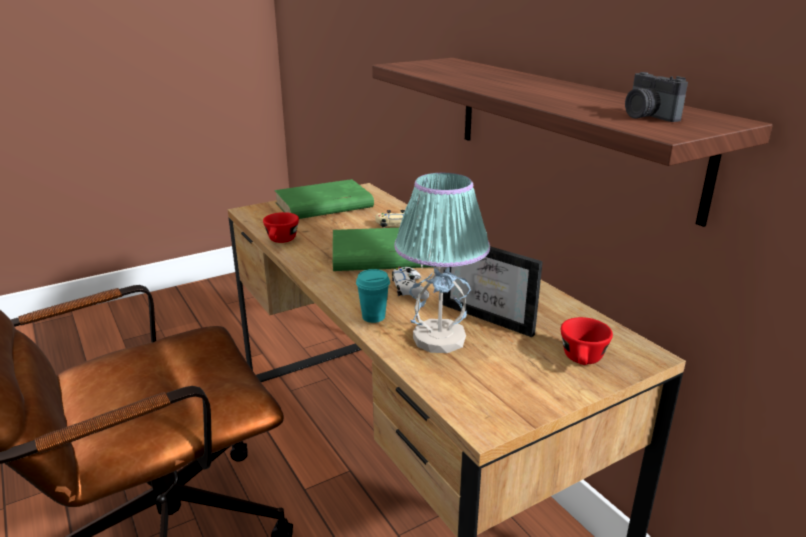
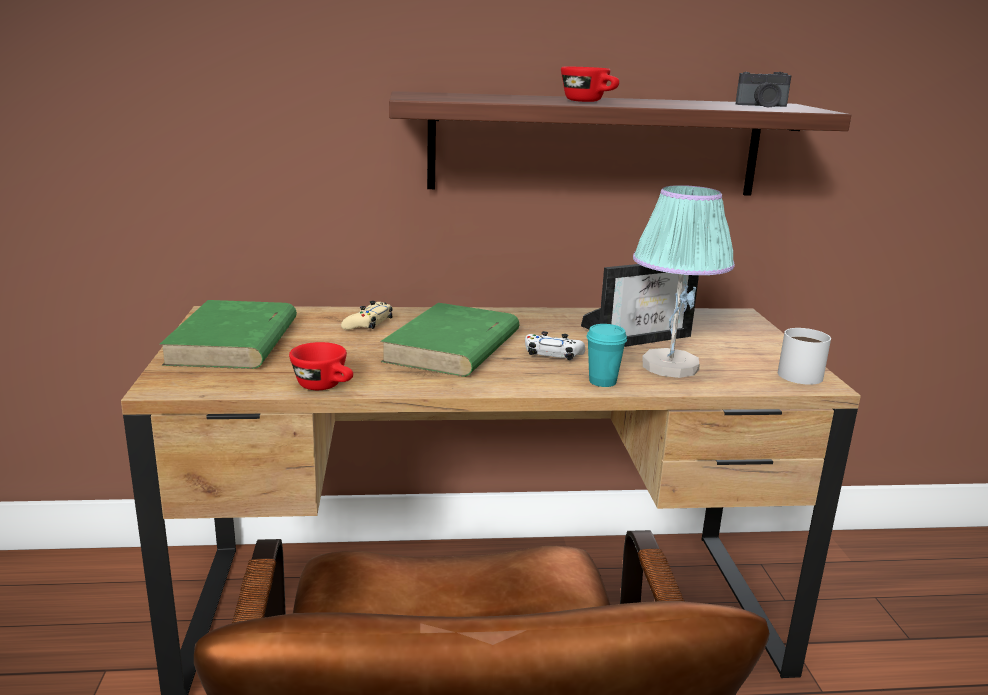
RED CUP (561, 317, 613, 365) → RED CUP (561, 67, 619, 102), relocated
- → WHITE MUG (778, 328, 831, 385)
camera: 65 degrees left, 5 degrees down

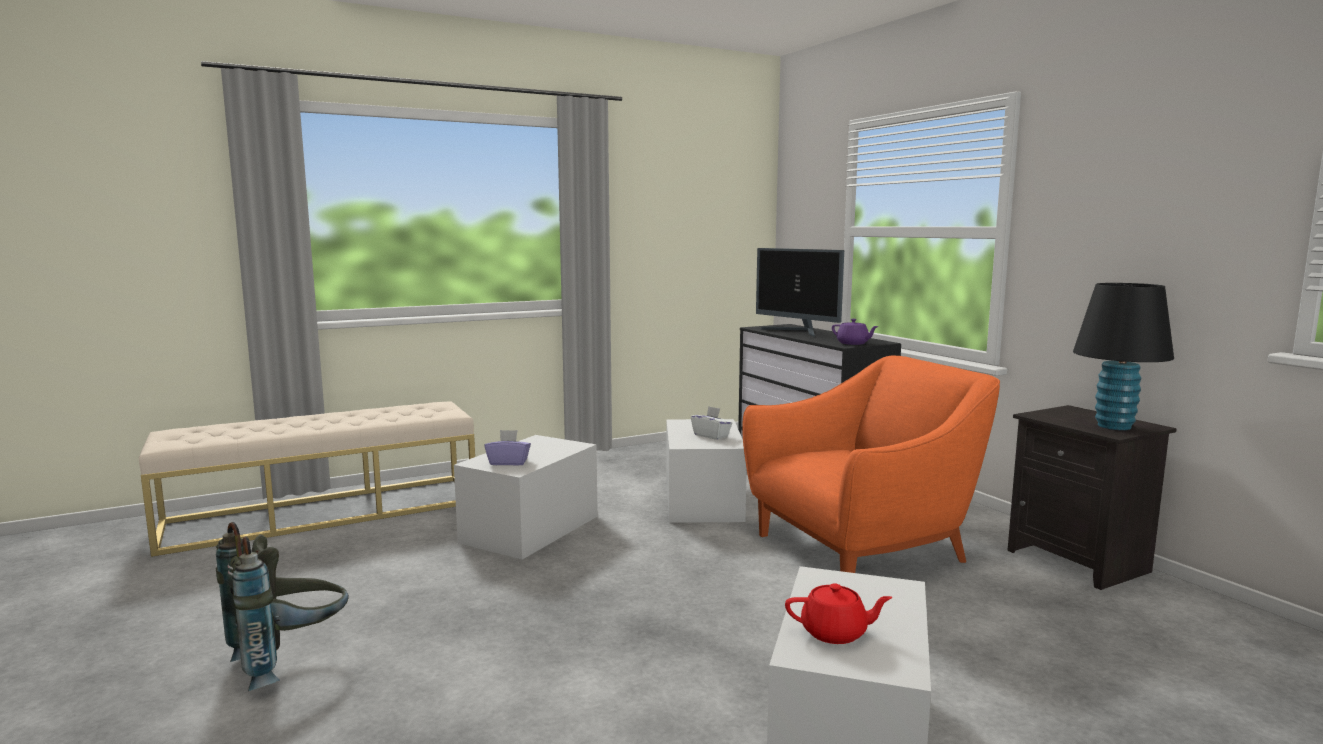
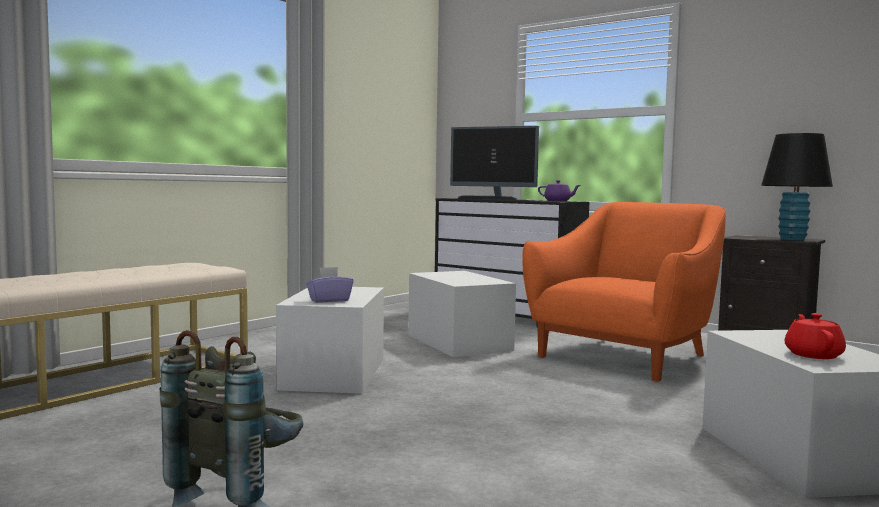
WHITE TISSUE BOX (691, 406, 733, 440) → -
RED TEAPOT (785, 583, 893, 644) → RED TEAPOT (785, 313, 846, 359), 60 degrees counterclockwise
camera: 25 degrees left, 5 degrees down

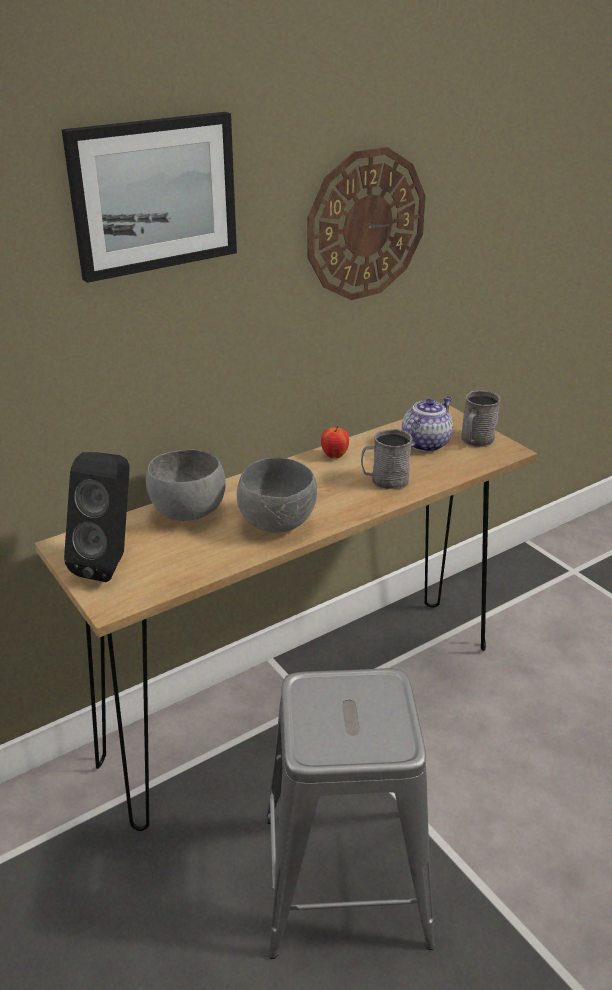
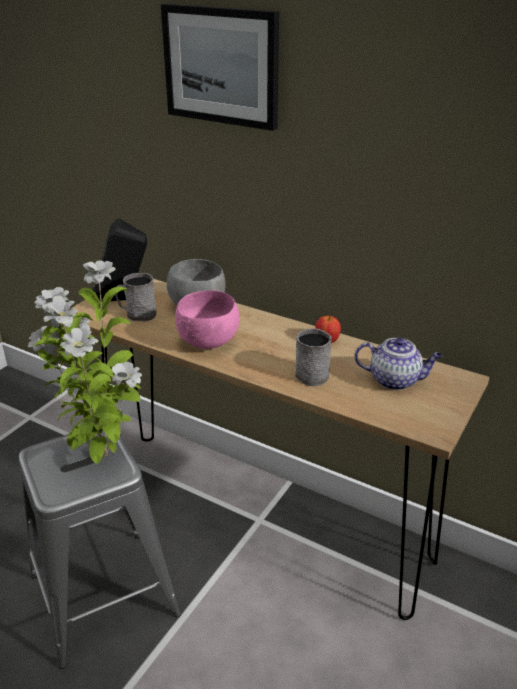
GREY BOWL (237, 457, 317, 533) → PINK BOWL (175, 290, 240, 349)
WALL CLOCK (307, 147, 426, 300) → -
GREY MUG (461, 390, 500, 447) → GREY MUG (115, 273, 157, 321), relocated
- → POTTED PLANT (28, 260, 142, 464)
camera: 65 degrees right, 0 degrees up

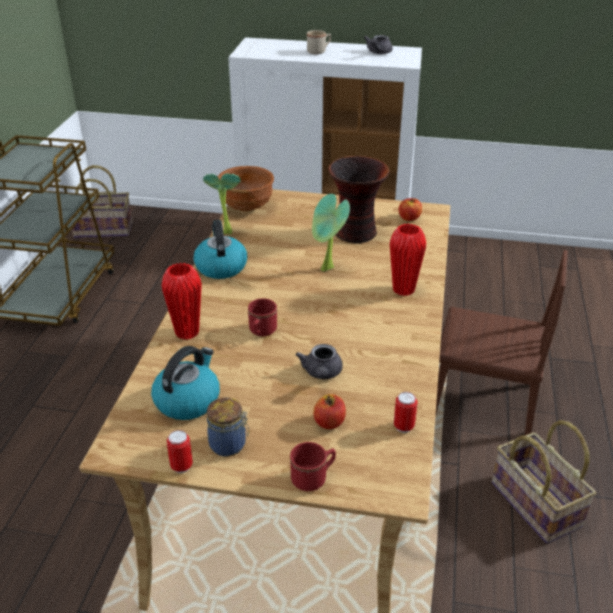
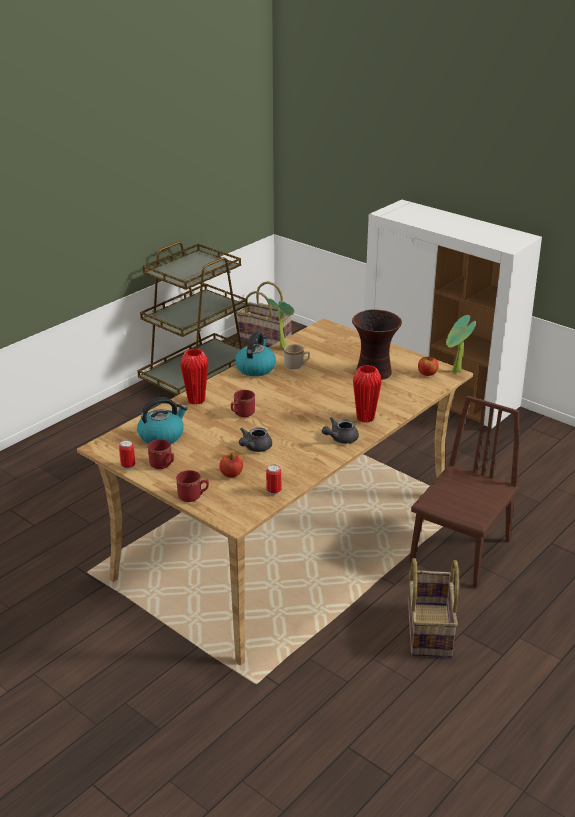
JAR (207, 398, 250, 456) → RED MUG (148, 439, 174, 469)
BROWN BOWL (218, 166, 274, 212) → -
BEIGE MUG (307, 30, 331, 54) → BEIGE MUG (284, 344, 310, 369), relocated
POTTED PLANT (312, 194, 350, 272) → POTTED PLANT (446, 315, 476, 373), relocated
GREY TEAPOT (364, 35, 393, 54) → GREY TEAPOT (322, 417, 359, 444), relocated
BROWN CHAIR (436, 250, 568, 435) → BROWN CHAIR (409, 396, 520, 587), 105 degrees counterclockwise
camera: 30 degrees right, 5 degrees down

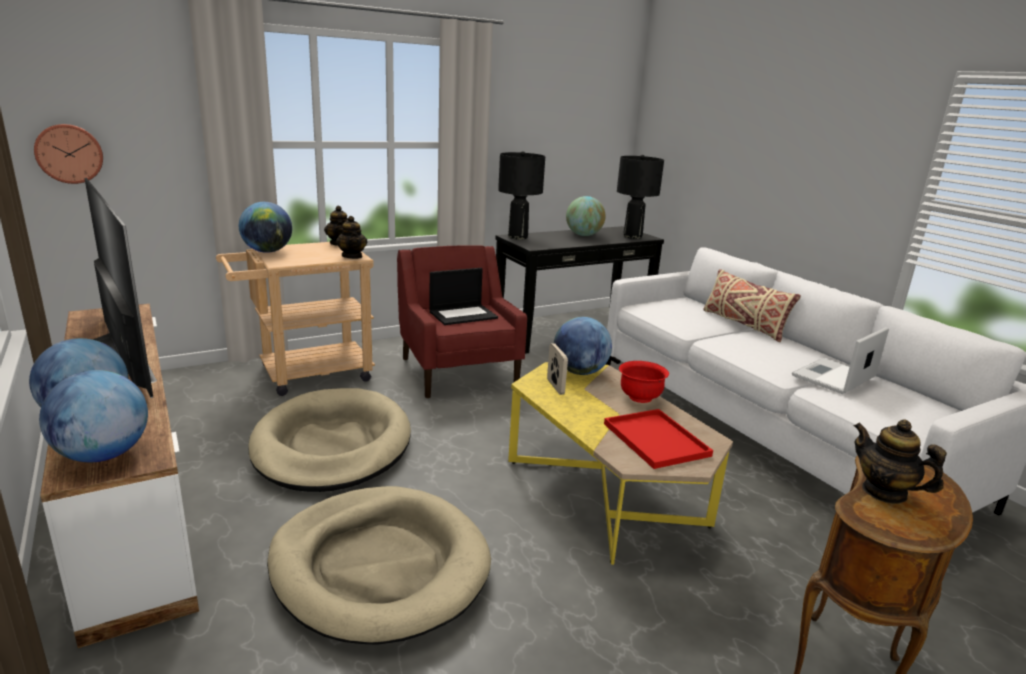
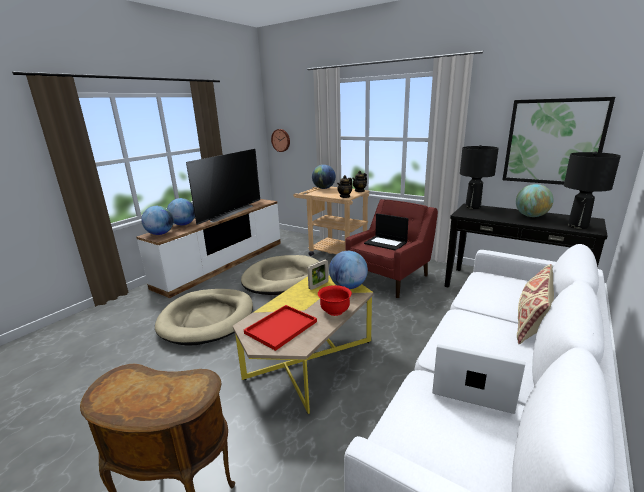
TEAPOT (854, 419, 947, 504) → -
- → PICTURE (503, 97, 615, 185)
camera: 65 degrees right, 0 degrees up

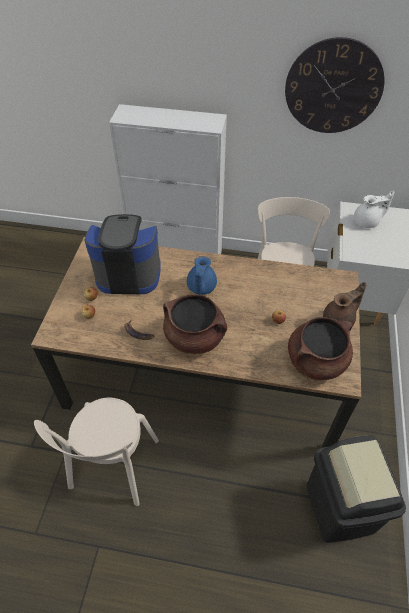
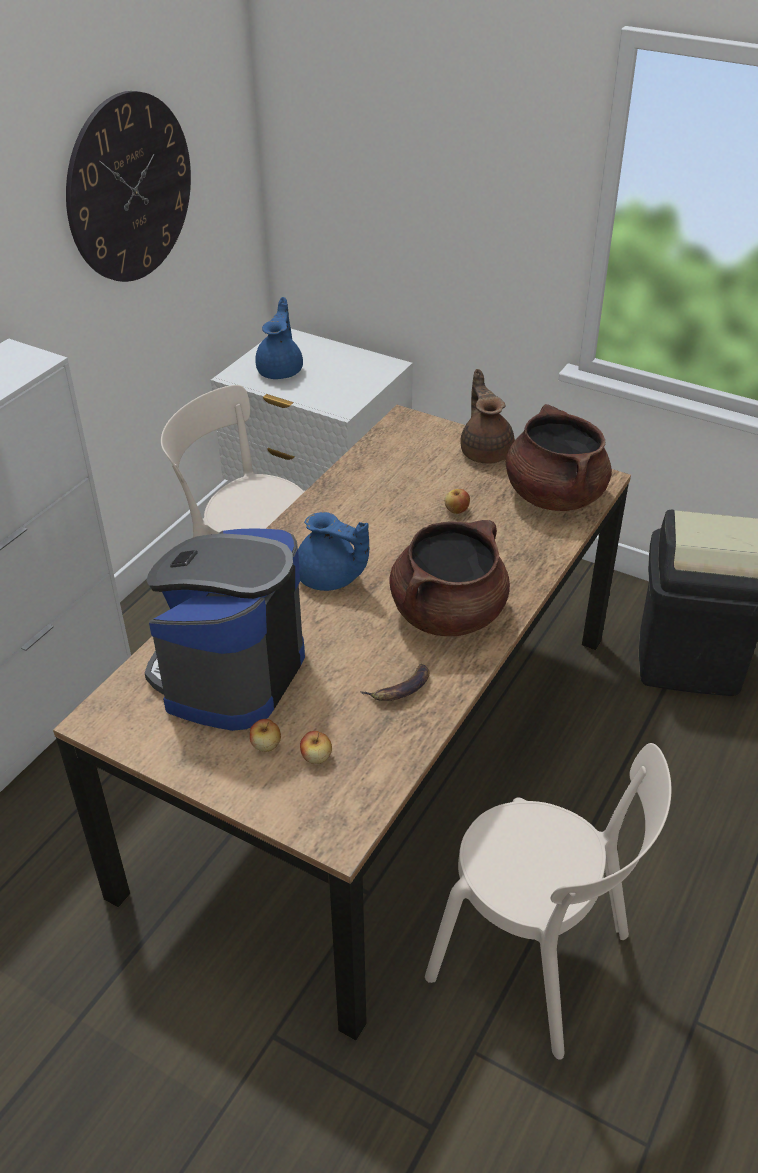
WHITE TEAPOT (354, 191, 395, 228) → BLUE TEAPOT (255, 297, 303, 379)
camera: 70 degrees left, 10 degrees down

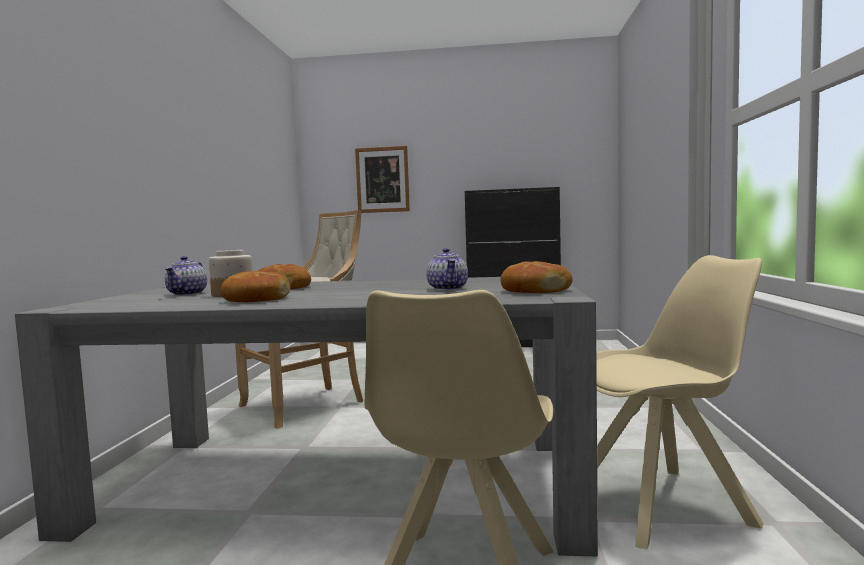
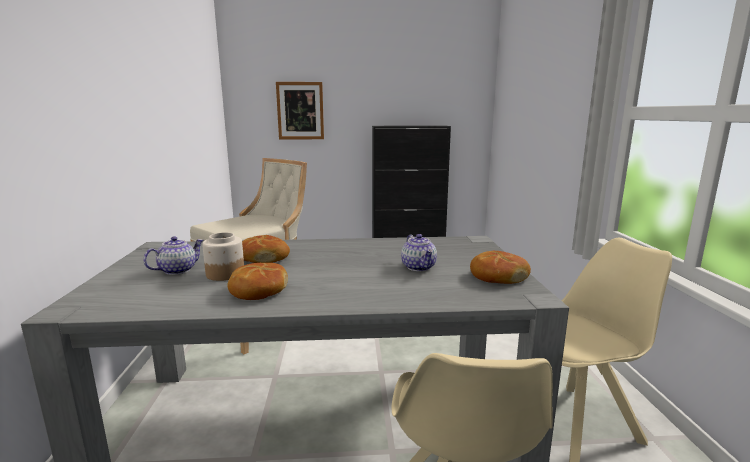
TEAPOT (165, 256, 207, 296) → TEAPOT (143, 236, 204, 275), 135 degrees counterclockwise
camera: 10 degrees left, 10 degrees up

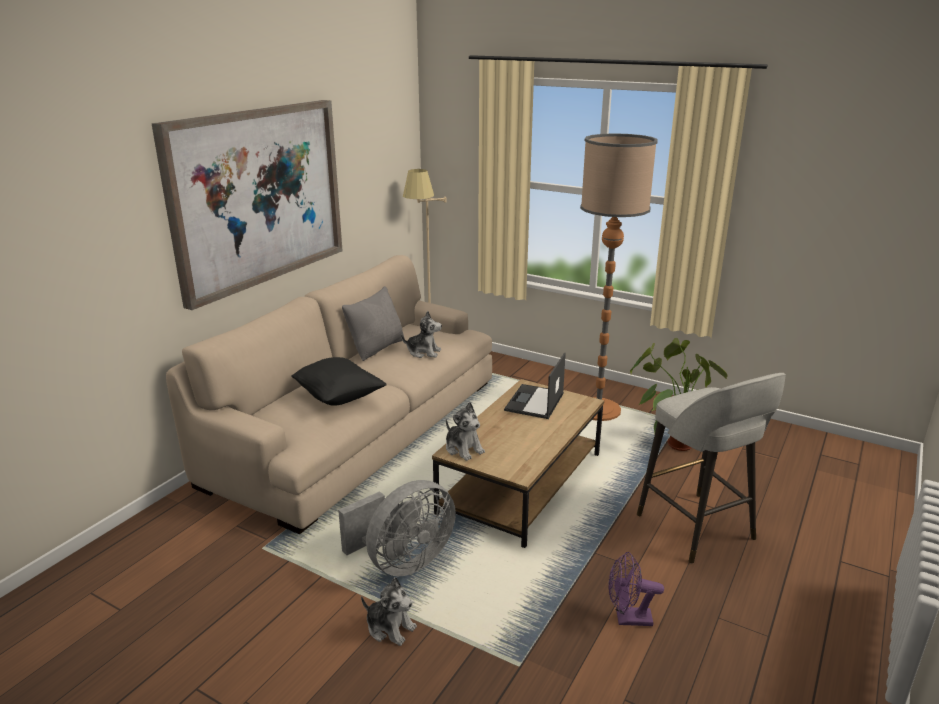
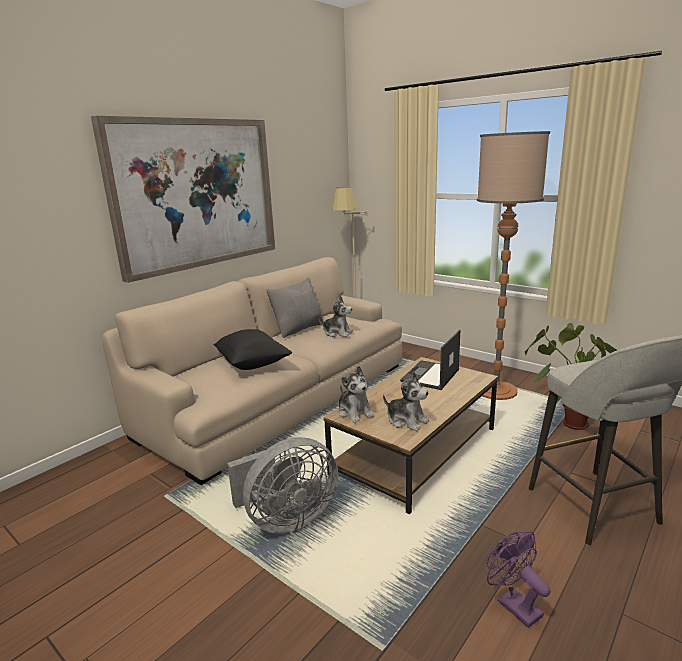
PLUSH TOY (361, 577, 417, 646) → PLUSH TOY (383, 372, 429, 431), relocated
PURPLE FAN (608, 552, 664, 626) → PURPLE FAN (487, 531, 551, 628), 45 degrees clockwise
camera: 10 degrees right, 5 degrees down

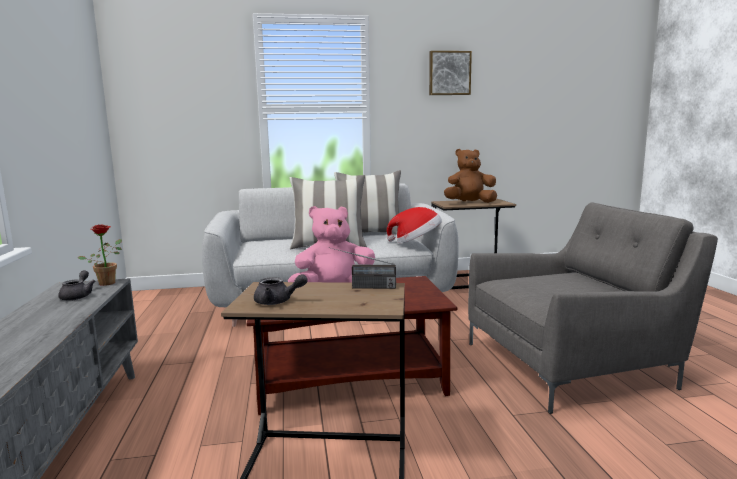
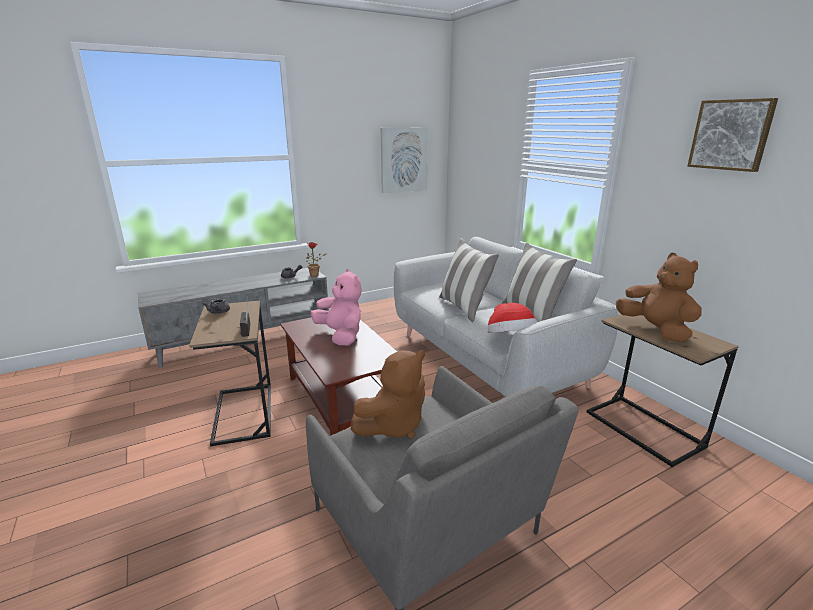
- → BROWN PLUSH TOY (351, 350, 425, 439)
- → PICTURE (381, 128, 428, 193)
camera: 70 degrees right, 10 degrees up

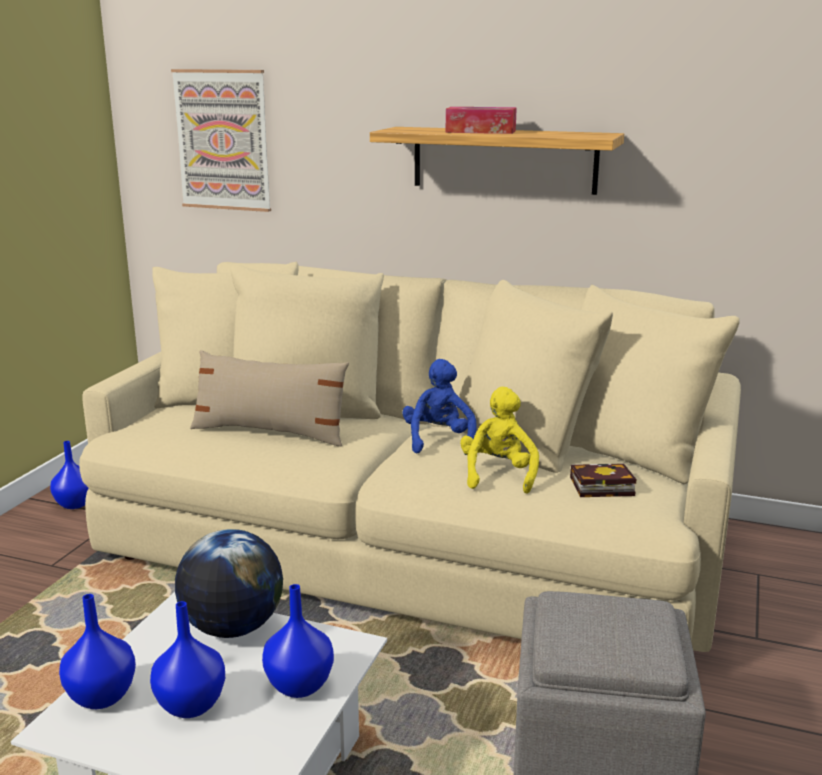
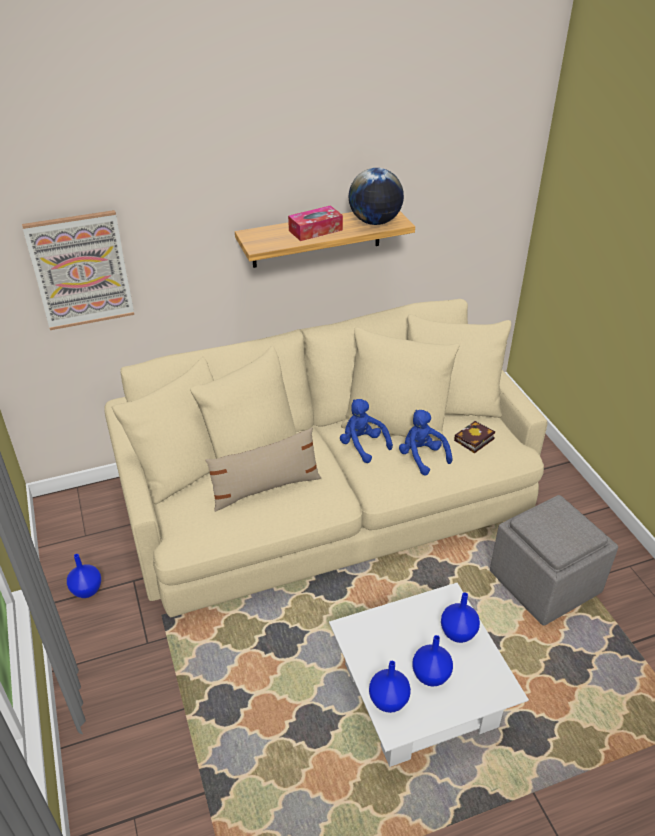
GLOBE (175, 529, 283, 638) → GLOBE (349, 168, 404, 225), relocated
YELLOW PLUSH TOY (460, 387, 539, 494) → BLUE PLUSH TOY (399, 410, 453, 476)
camera: 40 degrees left, 20 degrees up

